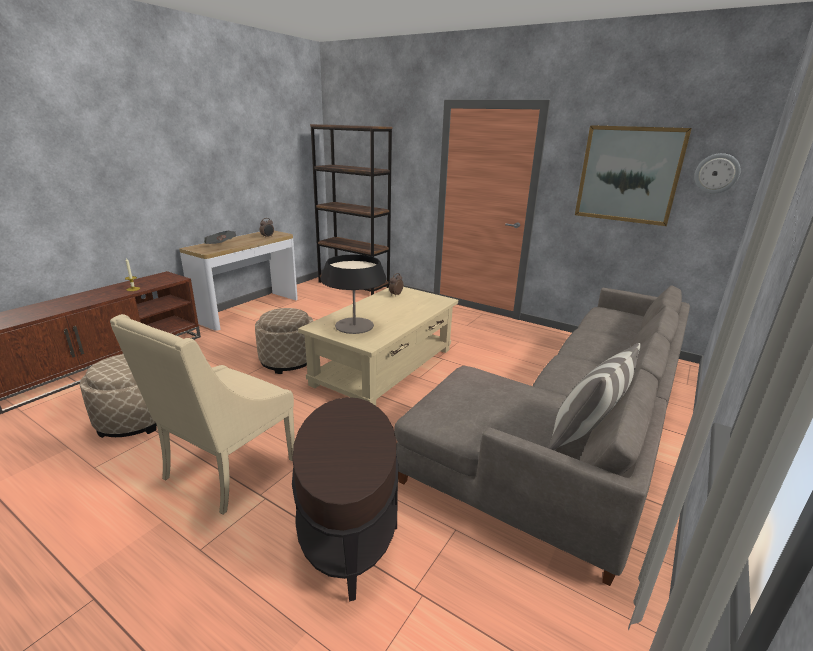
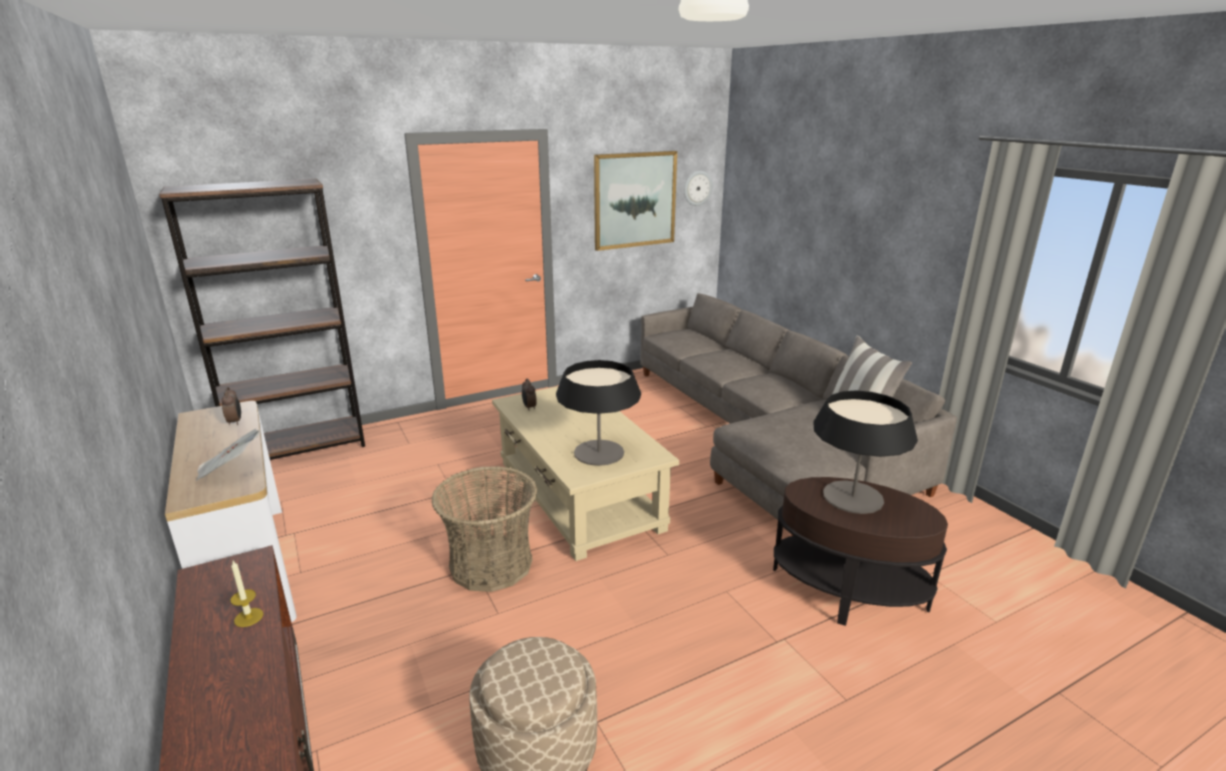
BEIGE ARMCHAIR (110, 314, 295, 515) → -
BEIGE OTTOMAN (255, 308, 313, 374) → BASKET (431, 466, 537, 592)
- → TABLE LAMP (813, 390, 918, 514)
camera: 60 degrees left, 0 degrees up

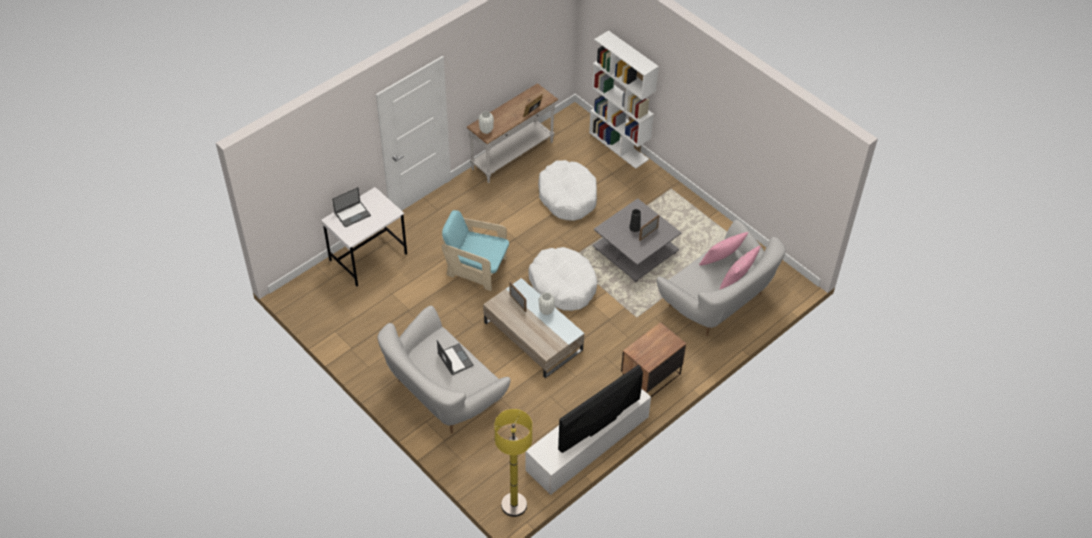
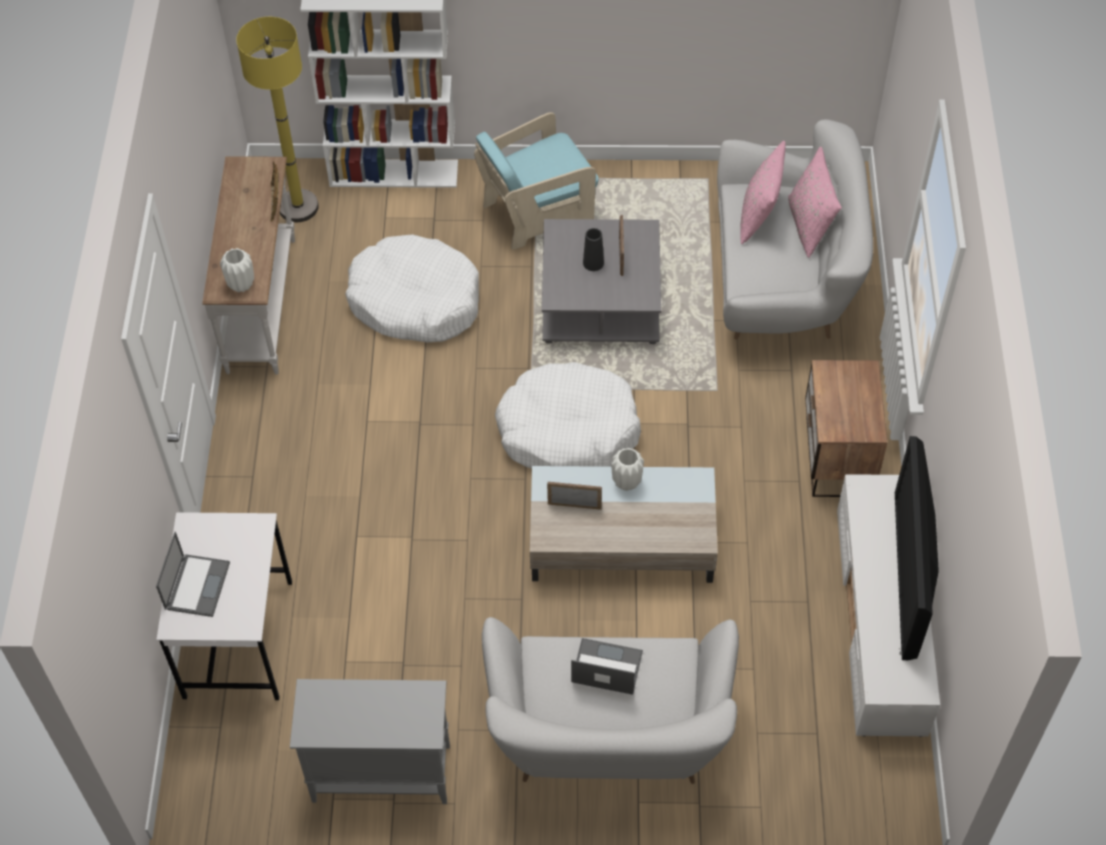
TURQUOISE ARMCHAIR (441, 210, 509, 291) → TURQUOISE ARMCHAIR (474, 112, 598, 250), relocated
YELLOW FLOOR LAMP (494, 409, 532, 517) → YELLOW FLOOR LAMP (236, 17, 319, 222), relocated
- → GREY CABINET (290, 679, 450, 804)
camera: 45 degrees left, 5 degrees up

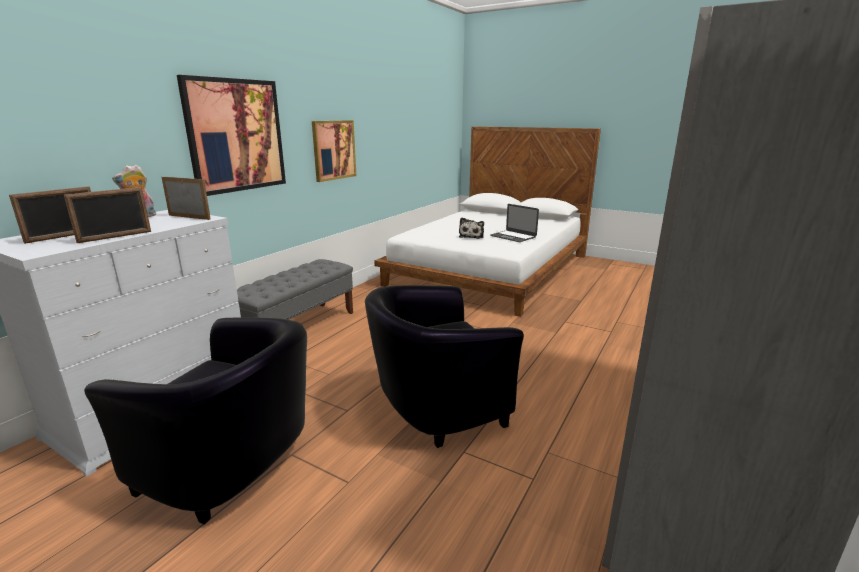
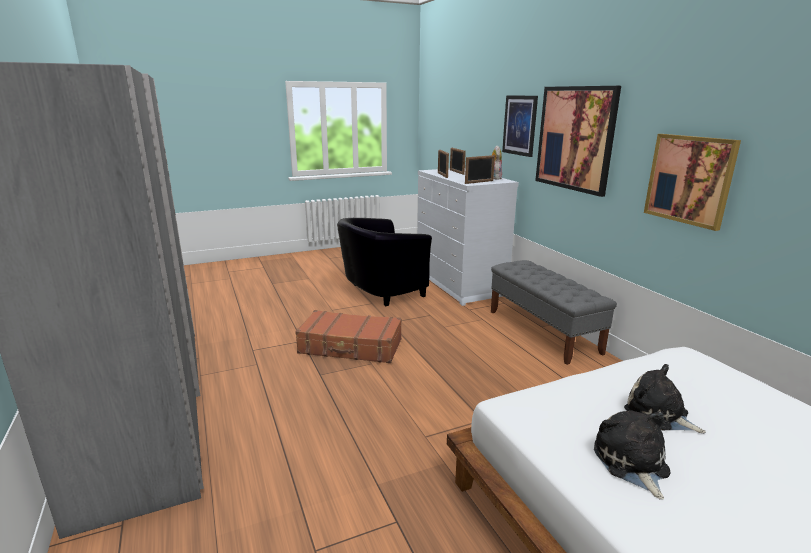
BLACK ARMCHAIR (365, 285, 524, 448) → BROWN SUITCASE (295, 310, 402, 363)
LAPTOP (490, 204, 539, 242) → PLUSH TOY (594, 410, 670, 500)
- → PICTURE (502, 95, 538, 157)
camera: 125 degrees right, 0 degrees up

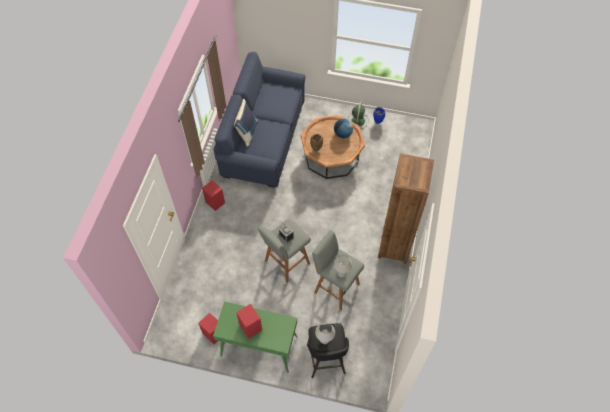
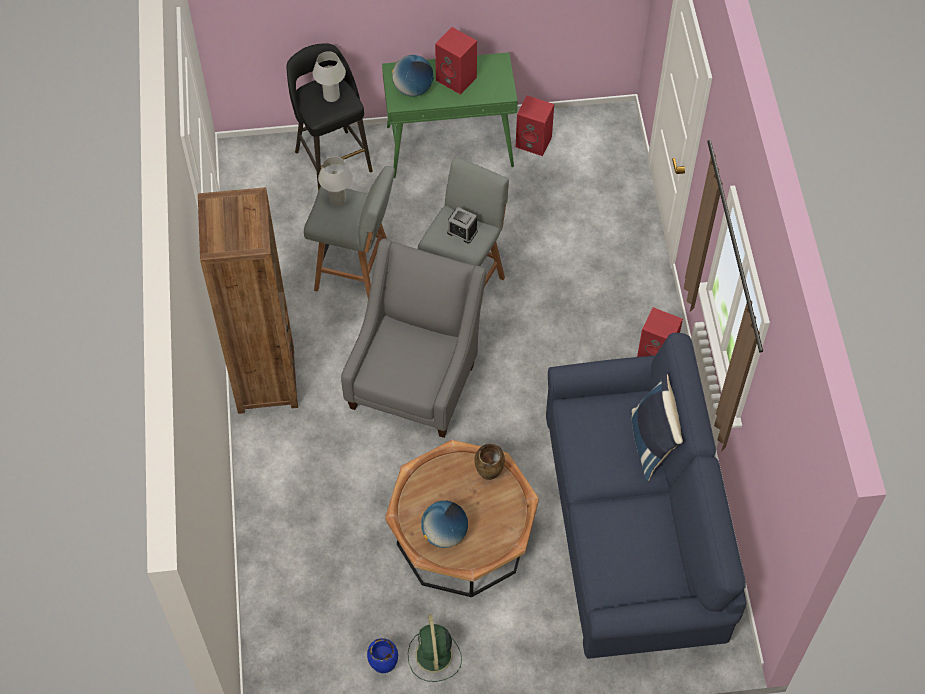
- → GREY ARMCHAIR (341, 238, 487, 438)
- → GLOBE (392, 55, 433, 97)
camera: 160 degrees right, 0 degrees up

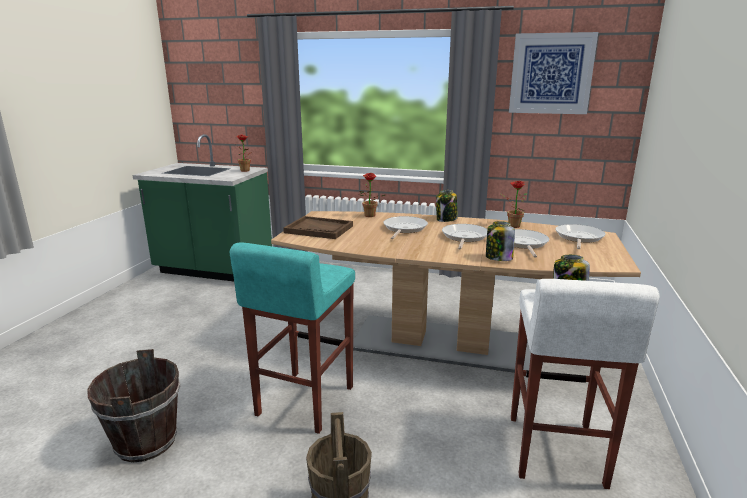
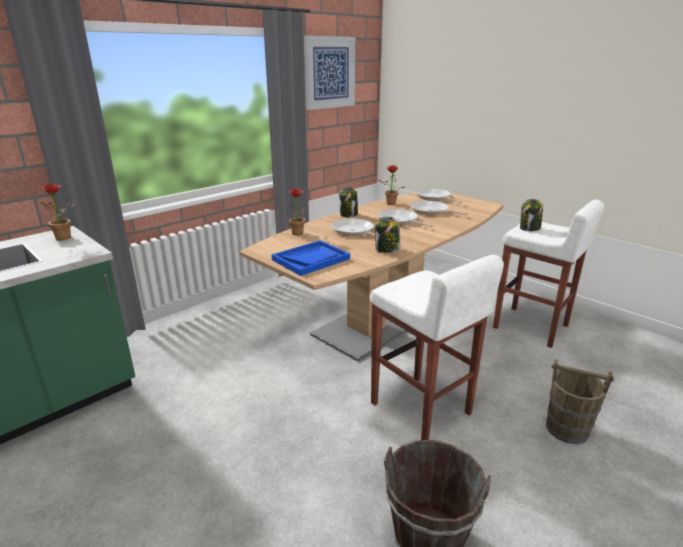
TURQUOISE STOOL (230, 242, 355, 434) → WHITE STOOL (370, 255, 504, 440)
BROWN TRAY (283, 216, 353, 239) → BLUE TRAY (271, 240, 350, 276)
JAR (486, 221, 515, 261) → JAR (375, 217, 400, 253), relocated
camera: 60 degrees left, 5 degrees up

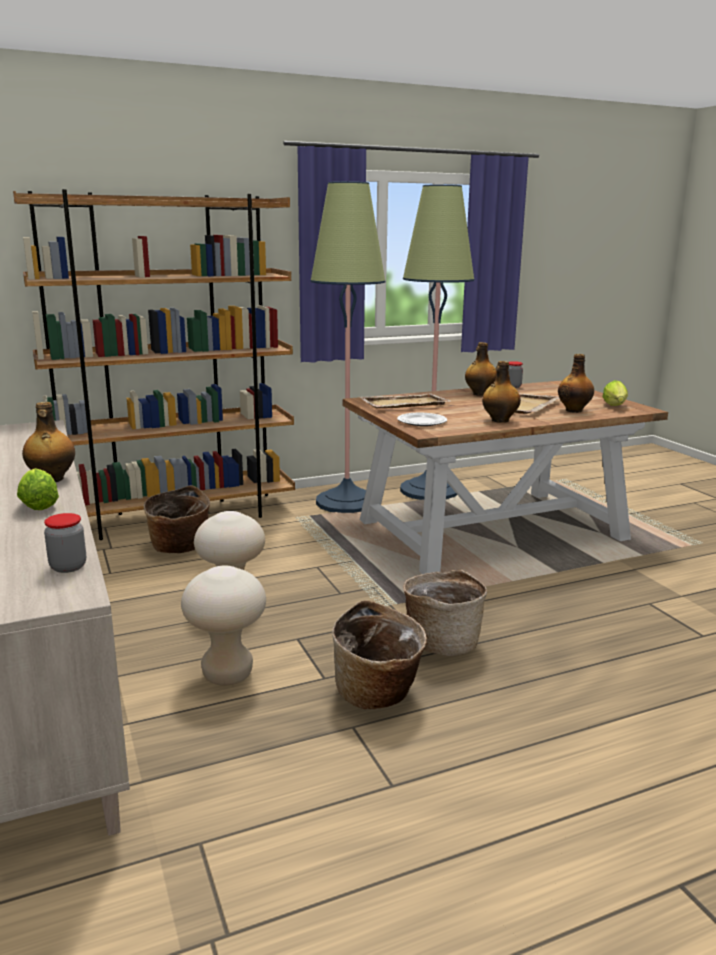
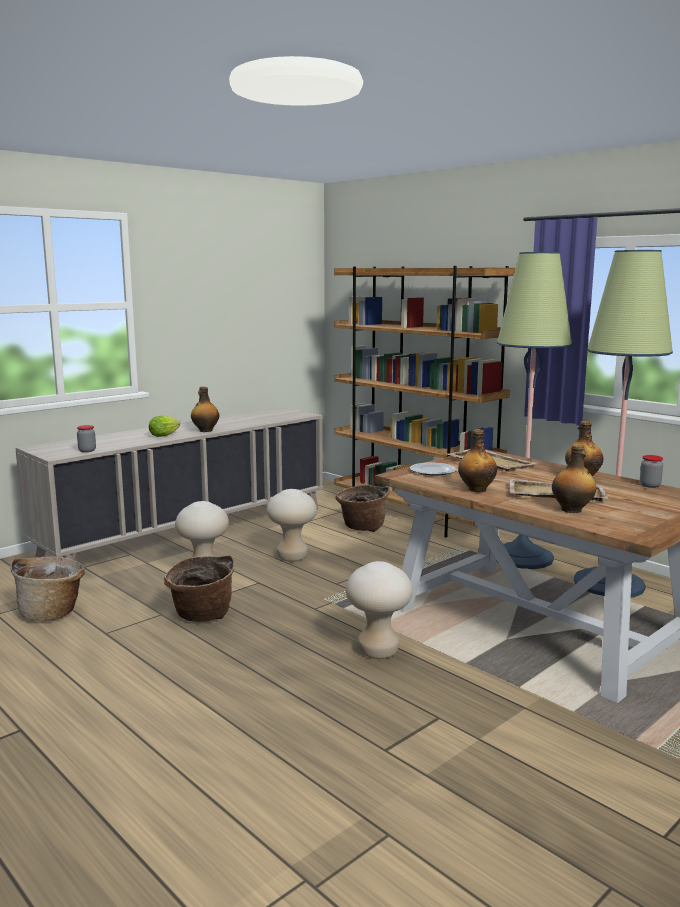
BASKET (403, 569, 487, 656) → BASKET (11, 556, 84, 621), relocated
LETTUCE (602, 380, 628, 406) → -
- → BEIGE STOOL (346, 561, 413, 659)
camera: 70 degrees right, 5 degrees down

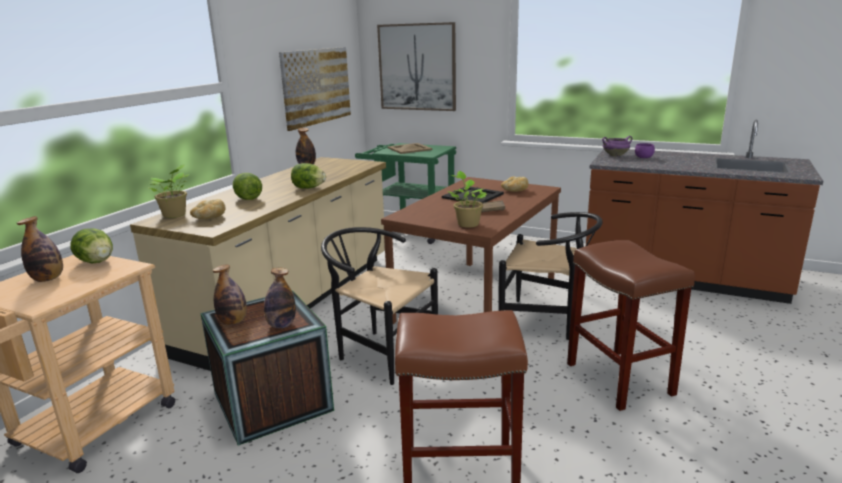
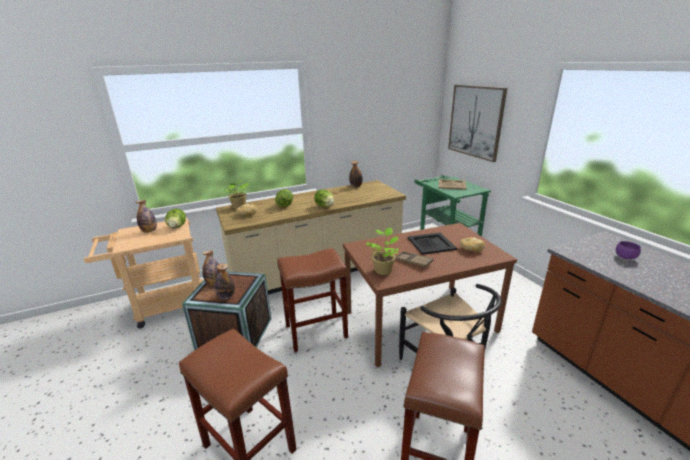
PICTURE (279, 47, 351, 131) → -
BLACK CHAIR (321, 227, 438, 385) → BROWN STOOL (277, 248, 348, 352)
PURPLE COOKING POT (602, 136, 632, 157) → -
camera: 40 degrees right, 5 degrees up

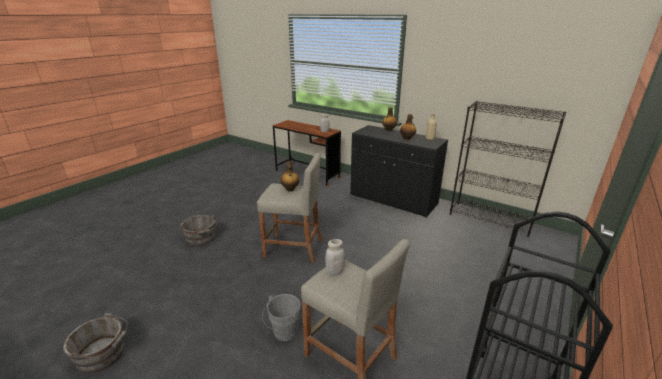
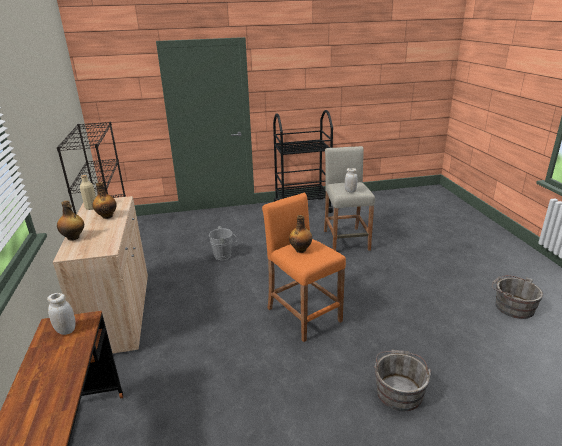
BEIGE STOOL (257, 153, 322, 263) → ORANGE STOOL (262, 193, 346, 342)
GREY BUCKET (262, 294, 300, 341) → GREY BUCKET (209, 226, 237, 260), relocated
BLACK CABINET (350, 125, 448, 218) → BEIGE CABINET (53, 196, 148, 353)
camera: 135 degrees left, 0 degrees up

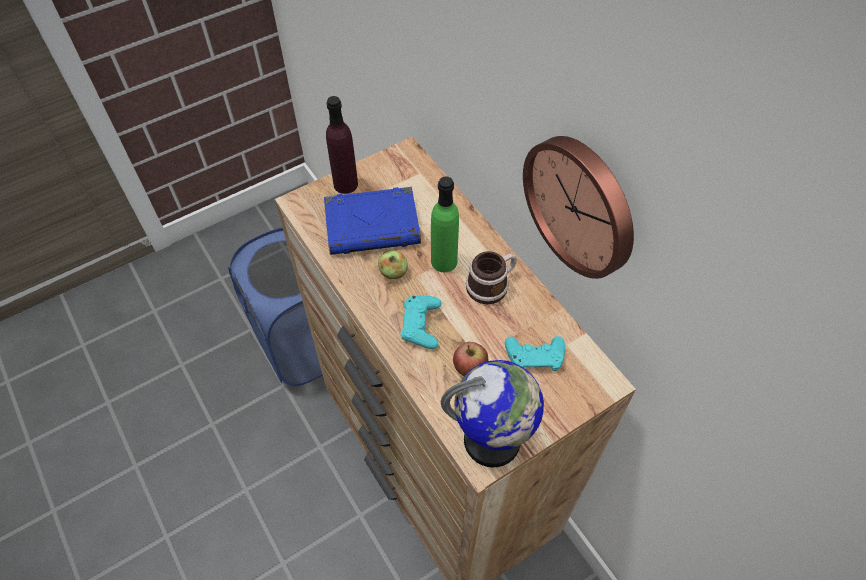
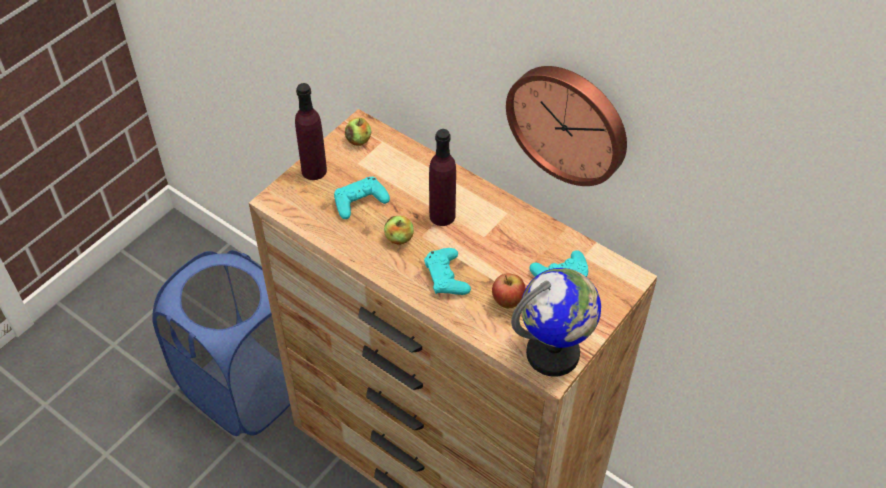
BLUE BOOK (324, 187, 421, 255) → TURQUOISE GAME CONTROLLER (334, 177, 390, 219)
GREEN BOTTLE (431, 176, 459, 272) → PURPLE BOTTLE (429, 129, 456, 226)
MUG (466, 251, 517, 304) → -
- → APPLE (345, 118, 371, 146)
camera: 20 degrees left, 5 degrees down

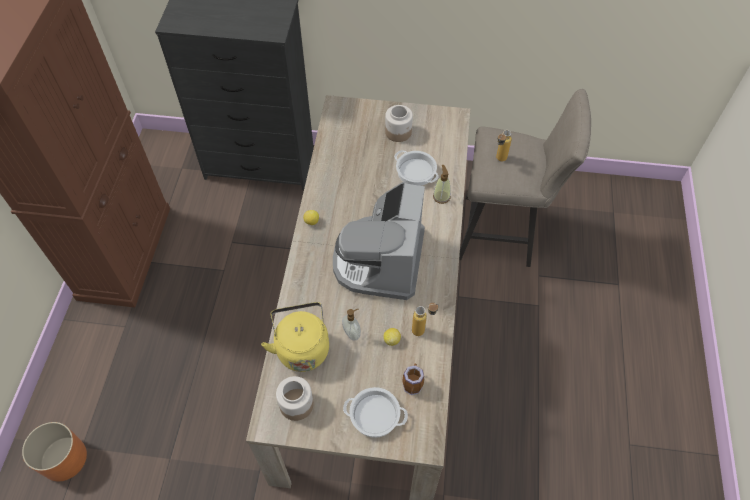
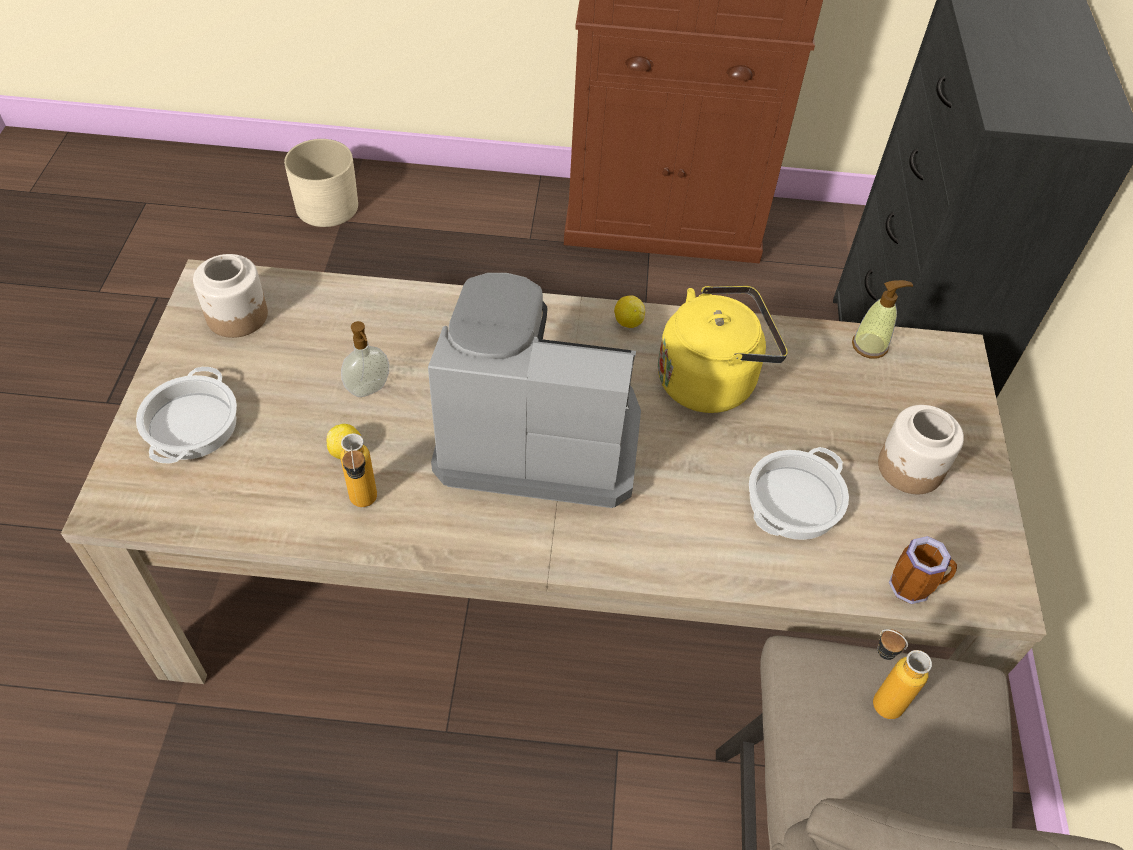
ORANGE PLANTER (22, 422, 87, 481) → BEIGE PLANTER (284, 139, 358, 227)
YELLOW KETTLE (261, 302, 329, 372) → YELLOW KETTLE (658, 286, 788, 413), relocated
MUG (402, 363, 424, 395) → MUG (889, 536, 957, 604), relocated
SOAP DISPENSER (433, 165, 450, 204) → SOAP DISPENSER (852, 280, 914, 359), relocated
camera: 85 degrees right, 5 degrees down

